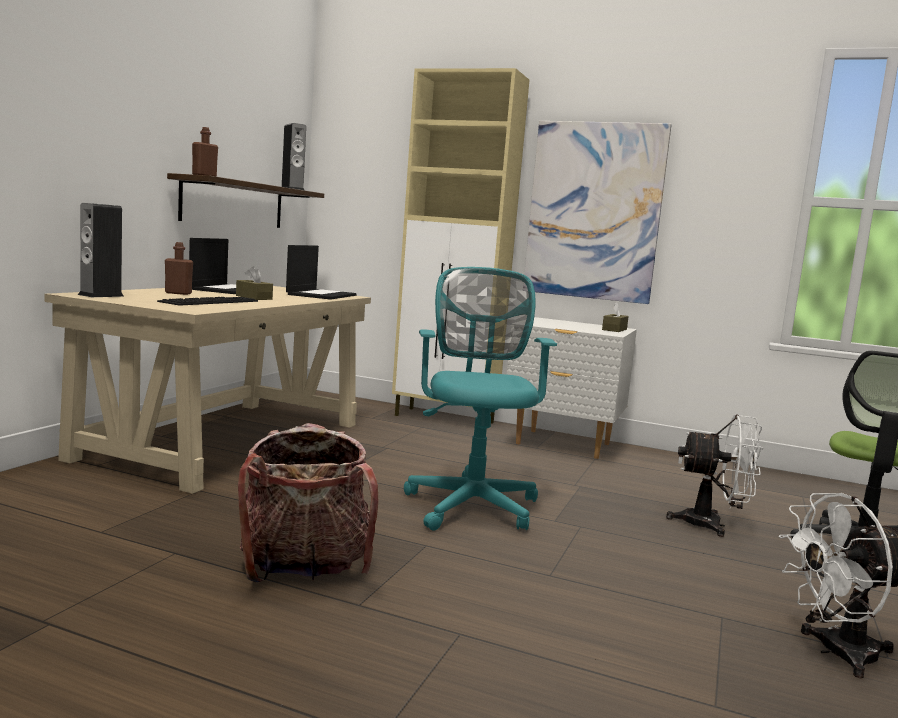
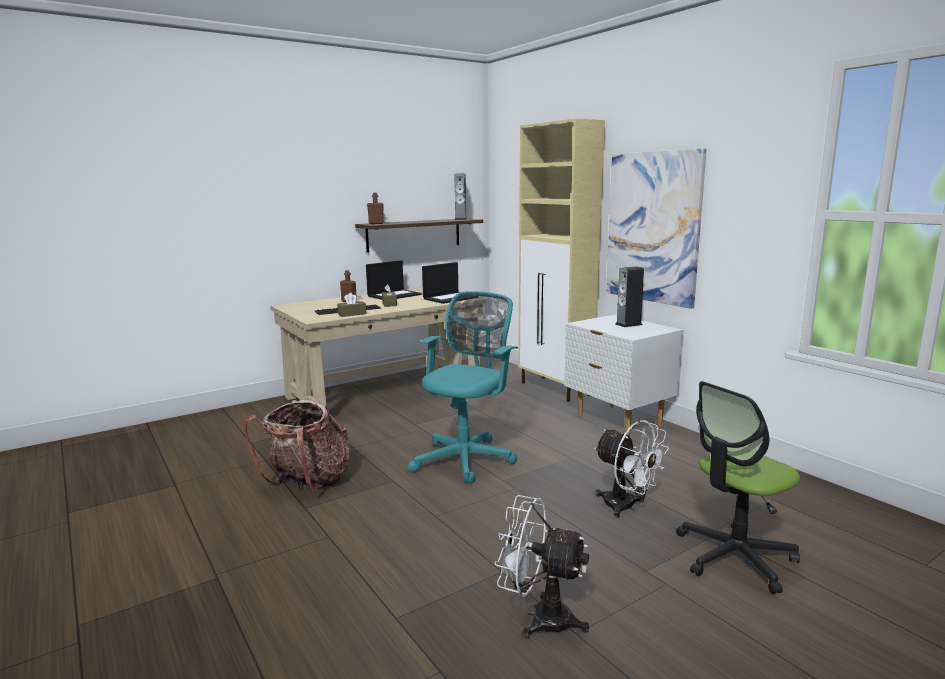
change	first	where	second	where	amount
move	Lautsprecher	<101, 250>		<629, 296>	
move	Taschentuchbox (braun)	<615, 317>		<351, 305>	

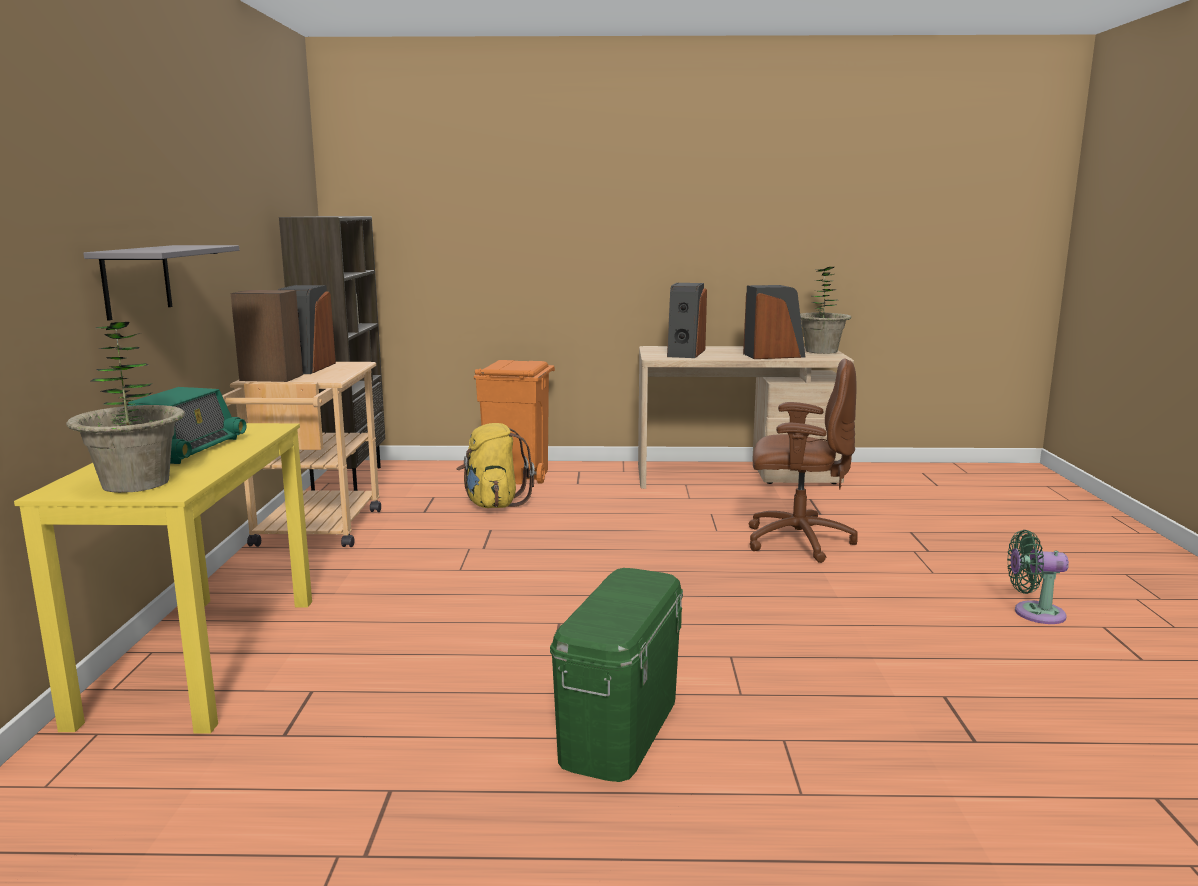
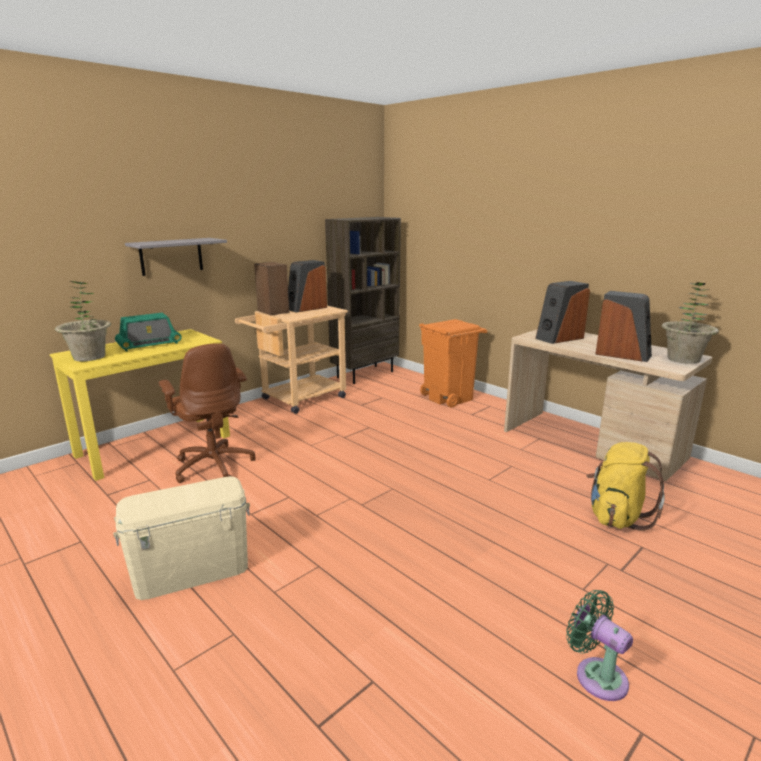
change	first	where	second	where	amount
move	Rucksack (gelb)	<496, 465>		<625, 486>	
recolor	Aufbewahrungsbox (grün)	<616, 675>	Aufbewahrungsbox (beige)	<181, 538>	
move	Bürostuhl (braun)	<803, 460>		<207, 413>	

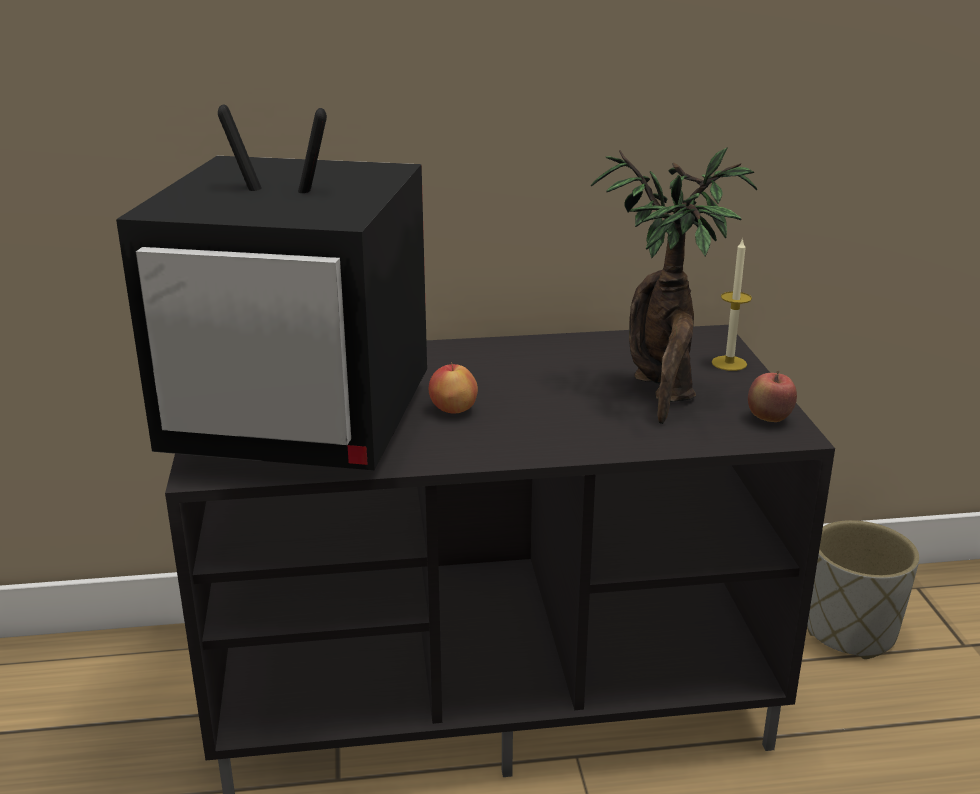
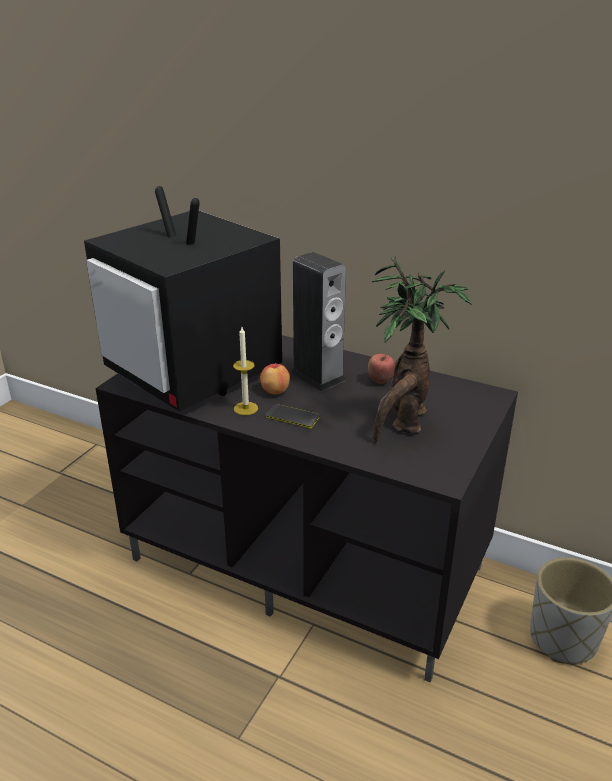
change	first	where	second	where	amount
move	Kerze	<732, 304>		<245, 371>	
move	Apfel	<772, 396>		<381, 369>	
insert			Handy	<293, 416>	
insert			Lautsprecher	<318, 321>	

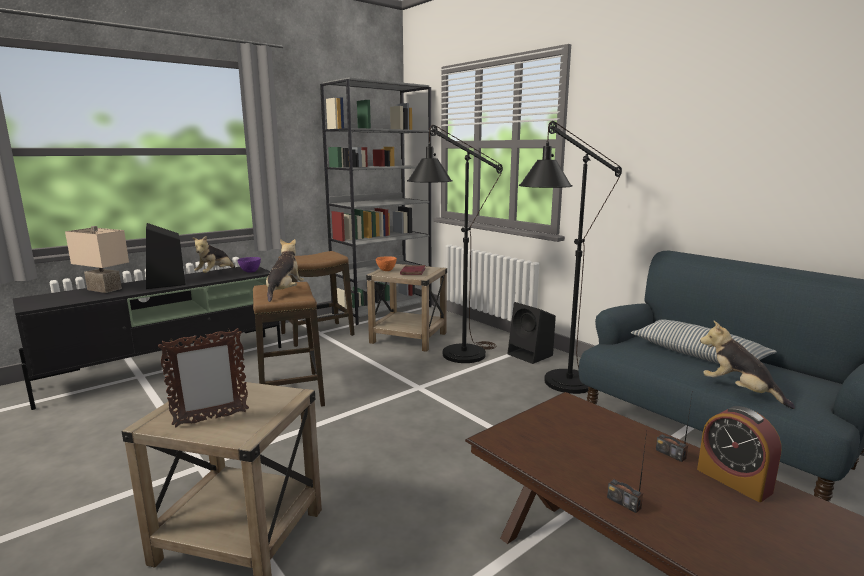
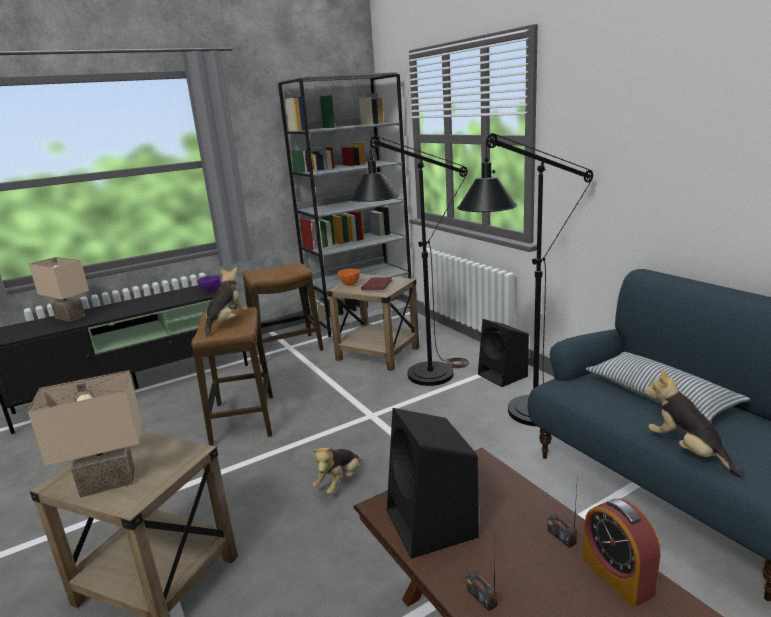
change	first	where	second	where	amount
move	Lautsprecher (schwarz)	<166, 256>		<433, 483>	
replace	Bilderrahmen	<203, 377>	Tischlampe (beige)	<85, 434>	
move	Plüschtier	<213, 254>		<336, 470>	

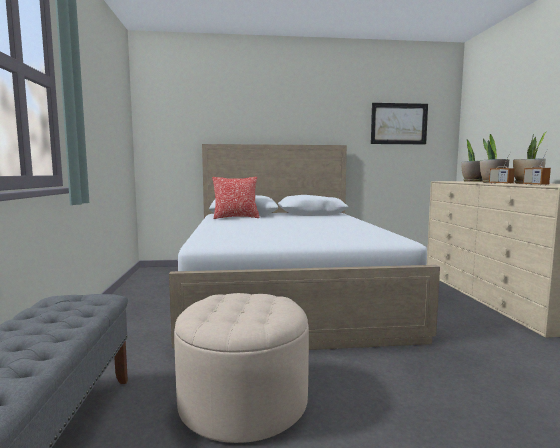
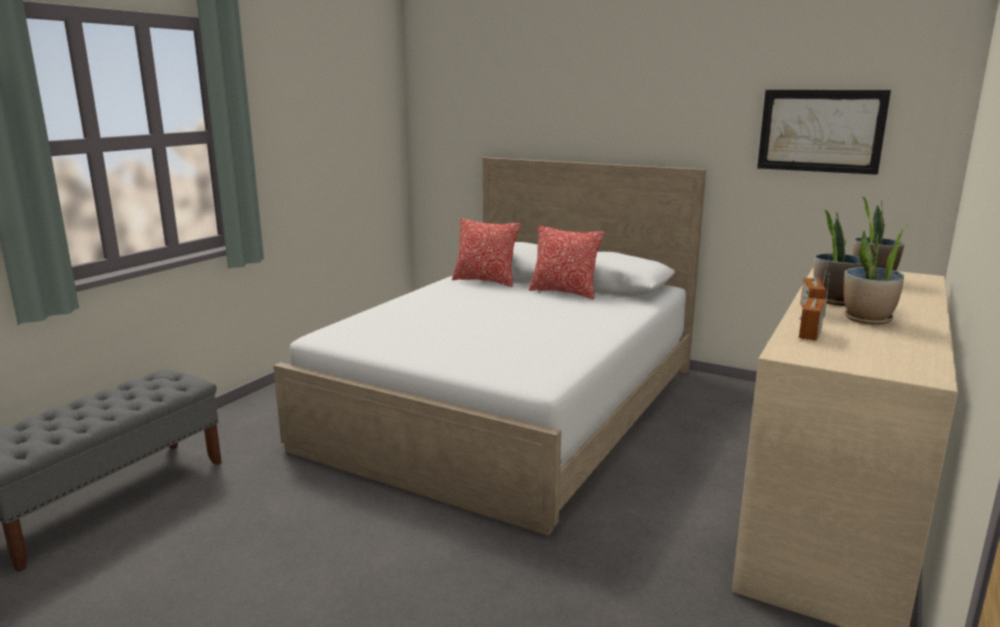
change	first	where	second	where	amount
delete	Polsterhocker (beige)	<241, 368>			
insert			Kissen	<566, 263>	

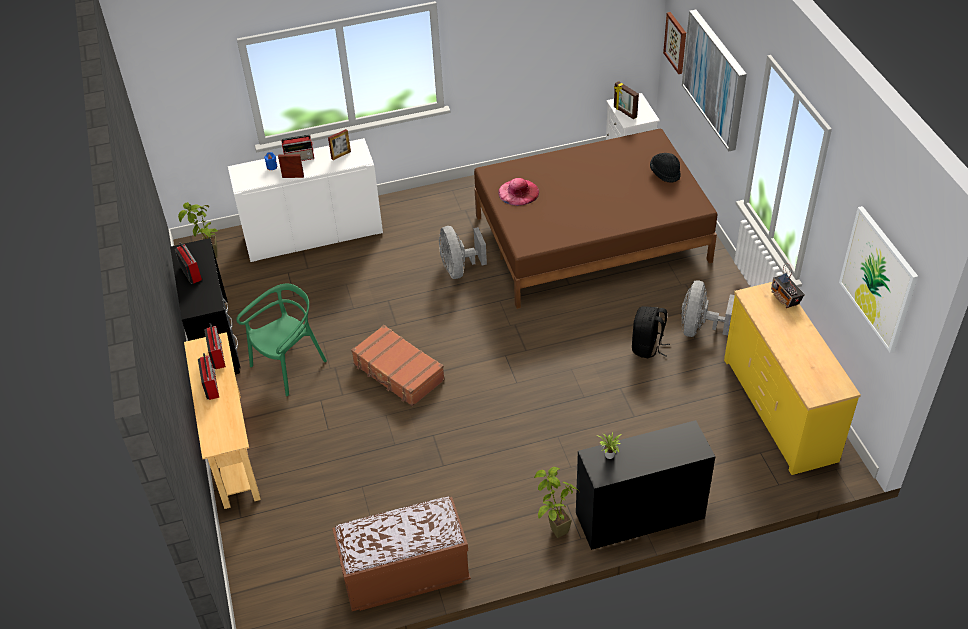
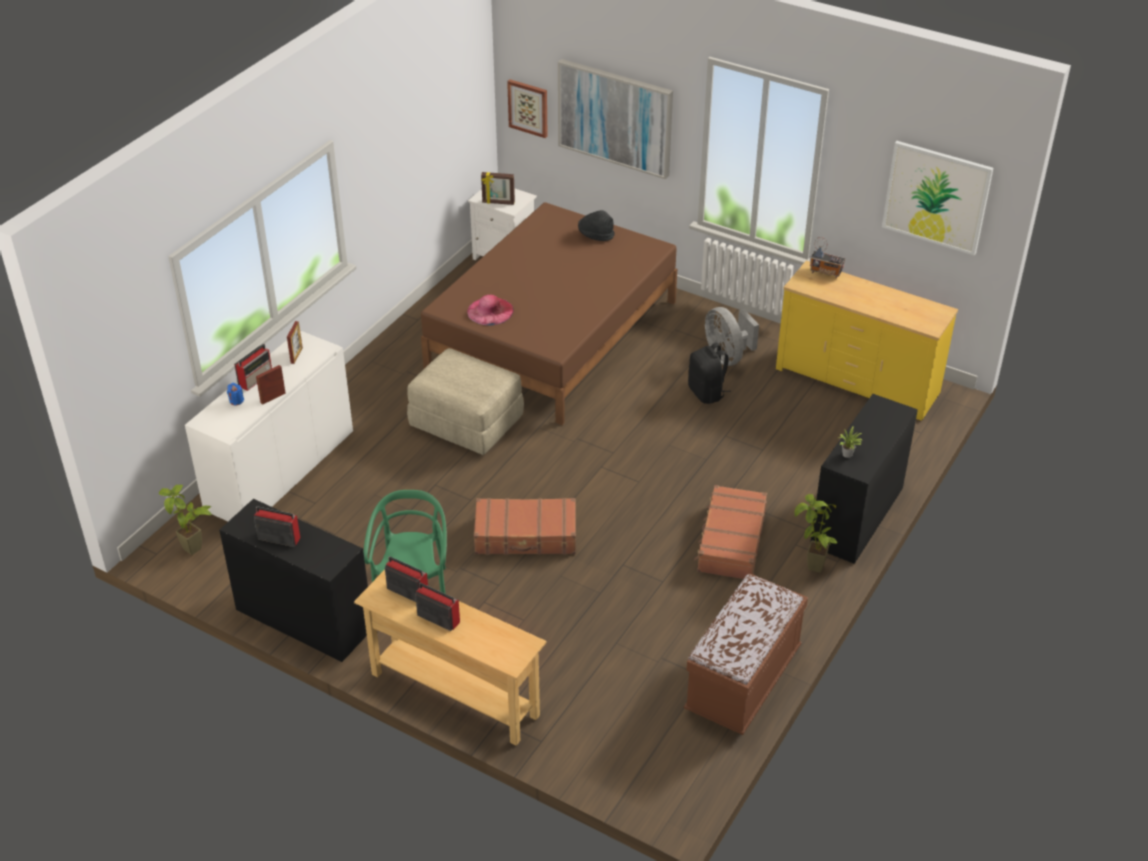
change	first	where	second	where	amount
replace	Ventilator (grau)	<463, 252>	Polsterhocker (beige)	<465, 401>	
insert			Koffer (braun)	<730, 532>	

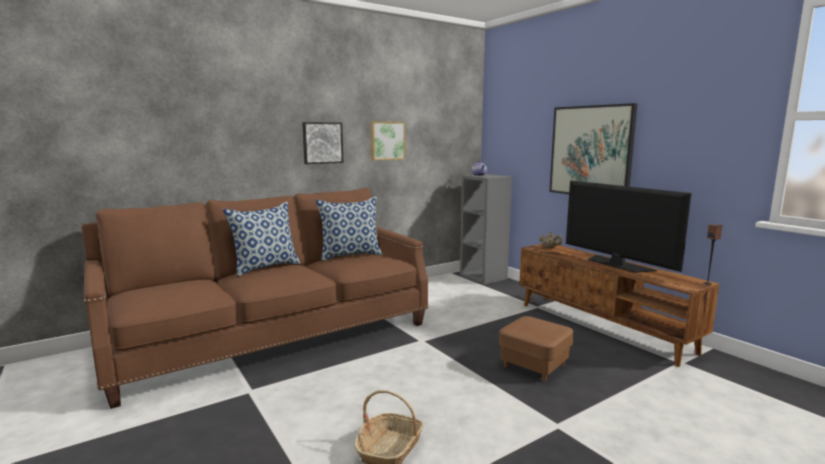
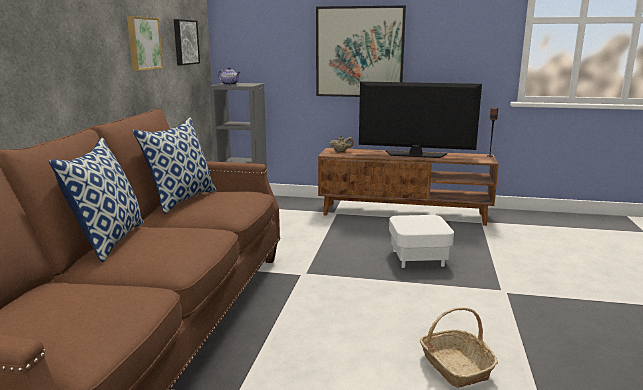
change	first	where	second	where	amount
move	Bild	<322, 143>		<187, 42>	
recolor	Polsterhocker (braun)	<536, 349>	Polsterhocker (weiß)	<421, 241>	

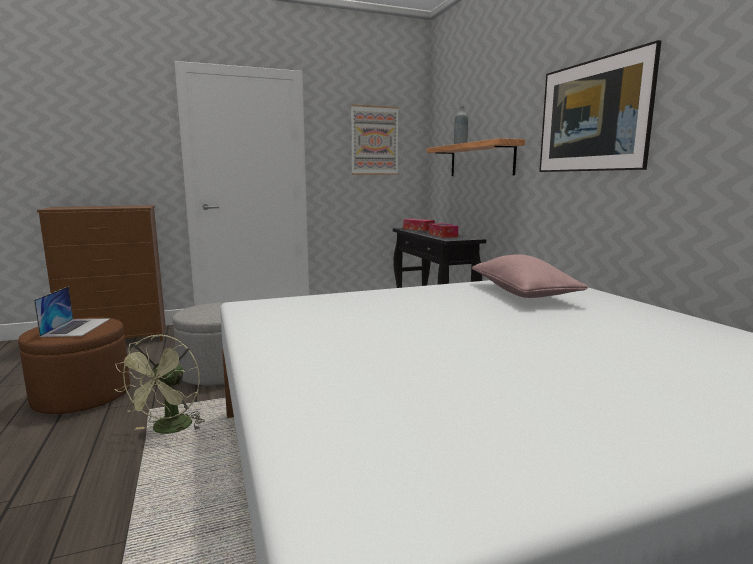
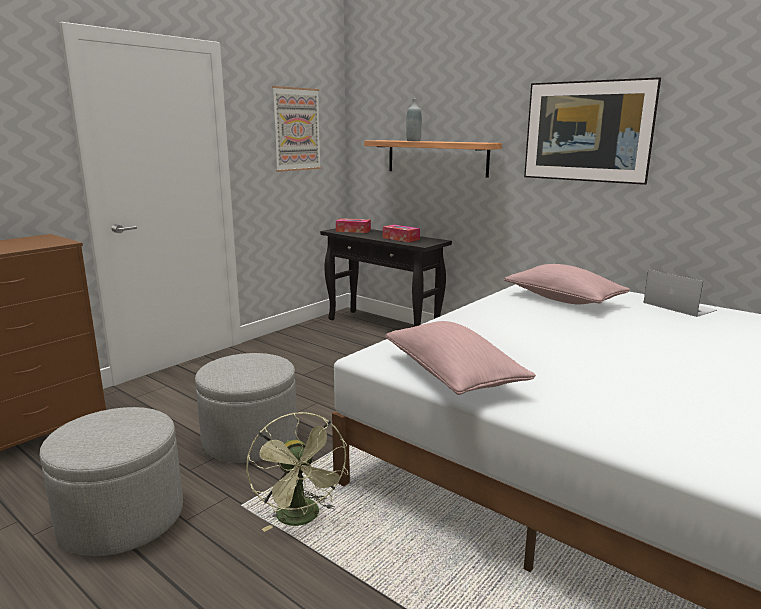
change	first	where	second	where	amount
recolor	Polsterhocker (braun)	<74, 365>	Polsterhocker (grau)	<111, 481>	
move	Laptop	<72, 311>		<680, 293>	
insert			Kissen (rosa)	<460, 358>	

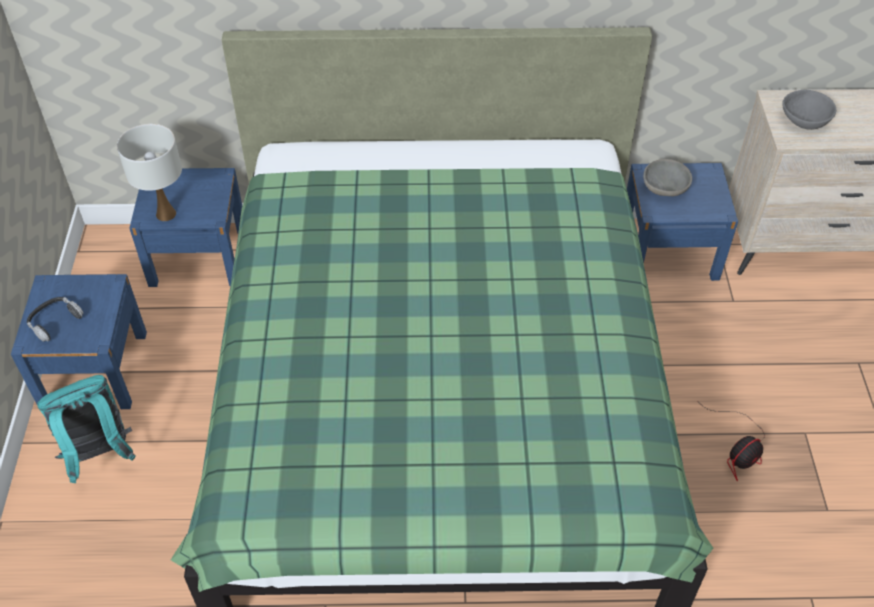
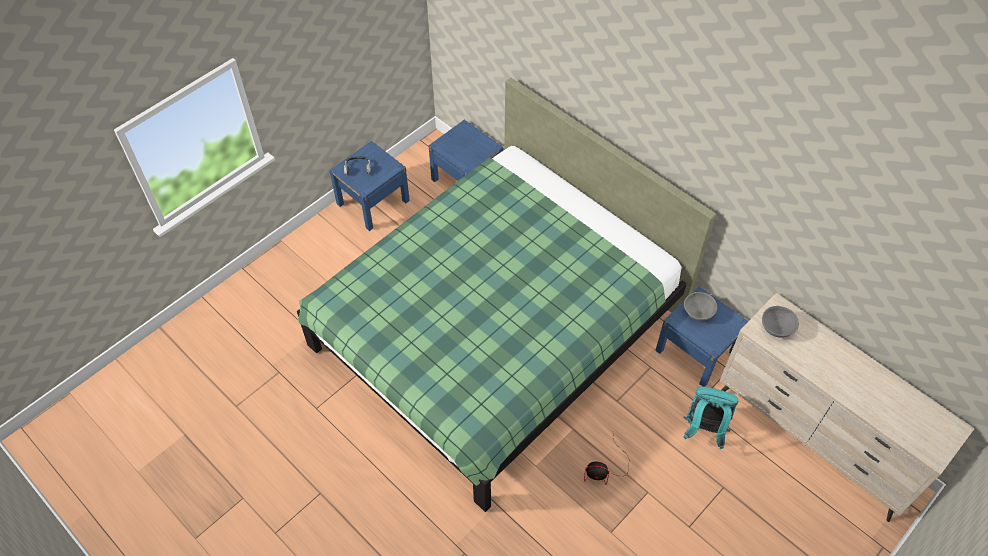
change	first	where	second	where	amount
move	Rucksack (türkis)	<86, 429>		<710, 418>	
delete	Tischlampe (weiß)	<149, 172>			

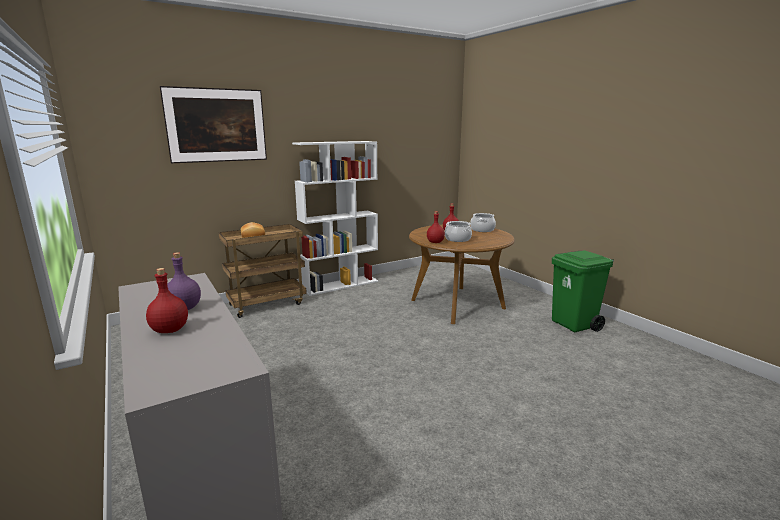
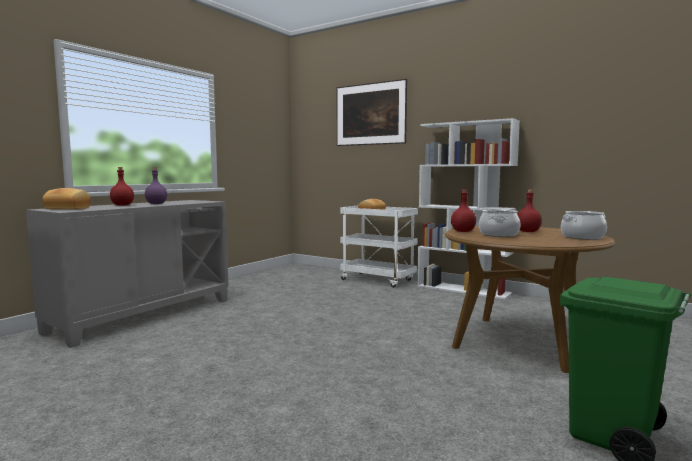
change	first	where	second	where	amount
recolor	Rollwagen (braun)	<262, 271>	Rollwagen (weiß)	<379, 246>	
insert			Brot	<66, 198>	

